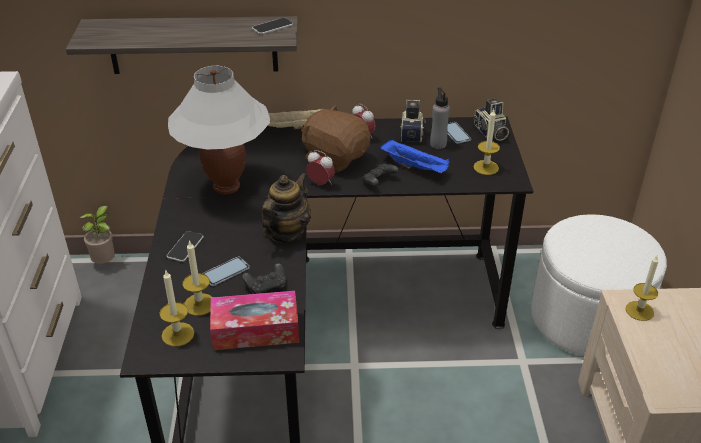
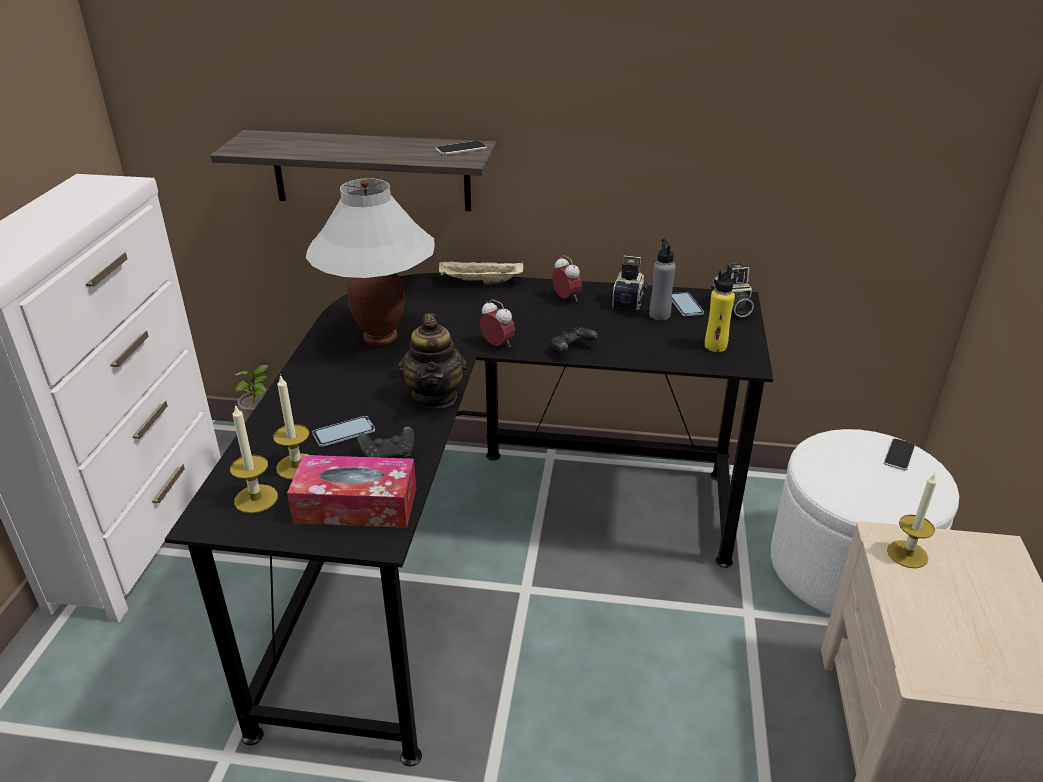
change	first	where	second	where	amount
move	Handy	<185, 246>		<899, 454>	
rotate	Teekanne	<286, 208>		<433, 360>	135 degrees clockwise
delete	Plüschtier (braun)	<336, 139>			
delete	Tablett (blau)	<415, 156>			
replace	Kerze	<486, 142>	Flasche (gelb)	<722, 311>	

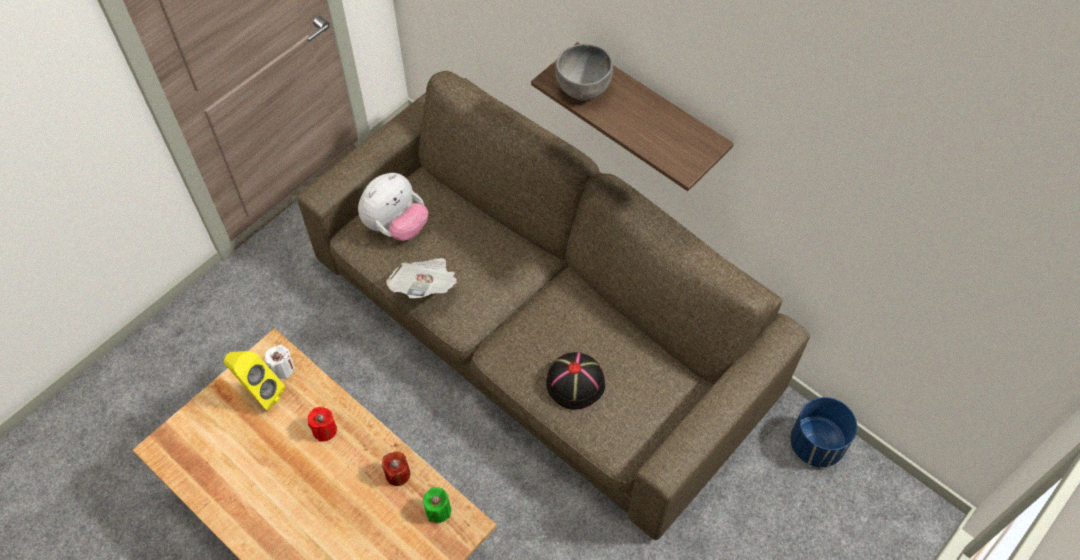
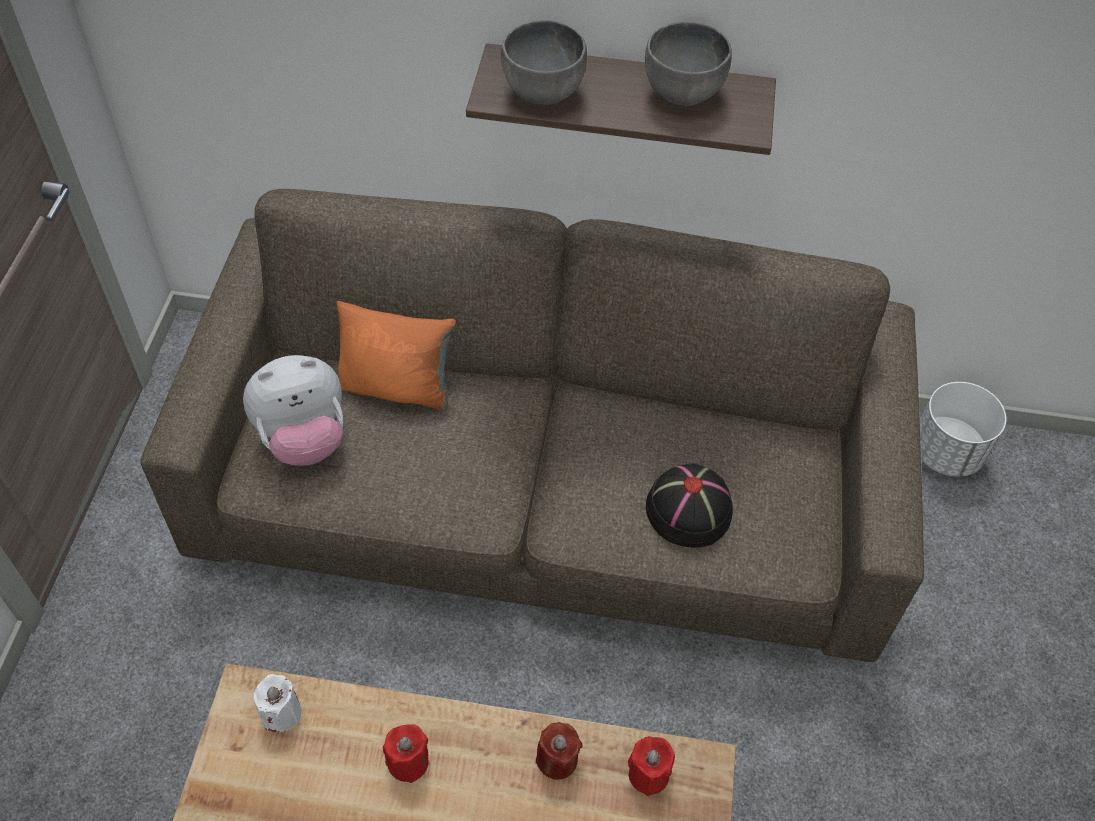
change	first	where	second	where	amount
delete	Lautsprecher (gelb)	<254, 381>			
rotate	Plüschtier	<393, 207>		<293, 410>	60 degrees clockwise
delete	Zeitung	<422, 278>			
recolor	Kerze (grün)	<437, 505>	Kerze (rot)	<651, 766>	
recolor	Pflanzkübel (blau)	<823, 432>	Pflanzkübel (weiß)	<963, 429>	
insert			Kissen (orange)	<396, 356>	
insert			Schüssel (grau)	<688, 64>	

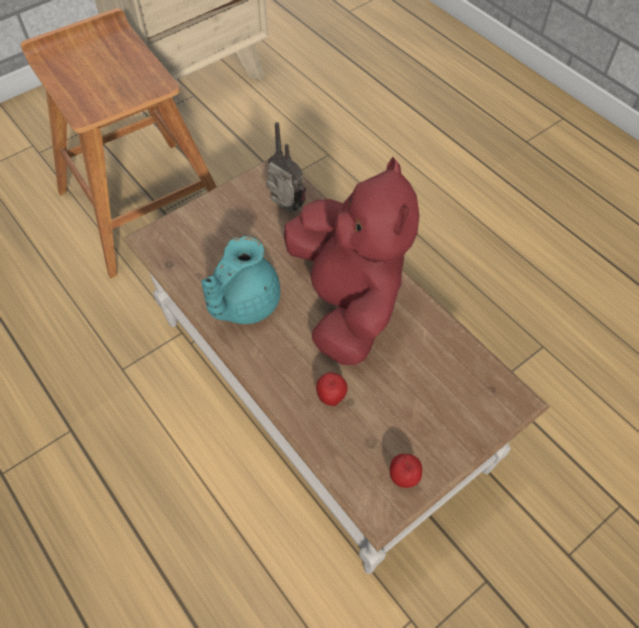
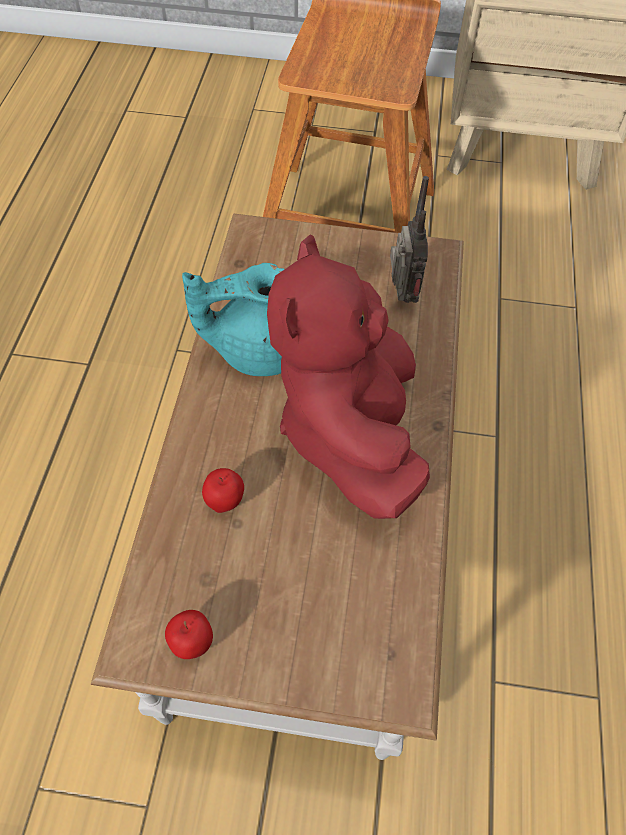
change	first	where	second	where	amount
rotate	Plüschtier (rot)	<351, 261>		<348, 376>	150 degrees clockwise

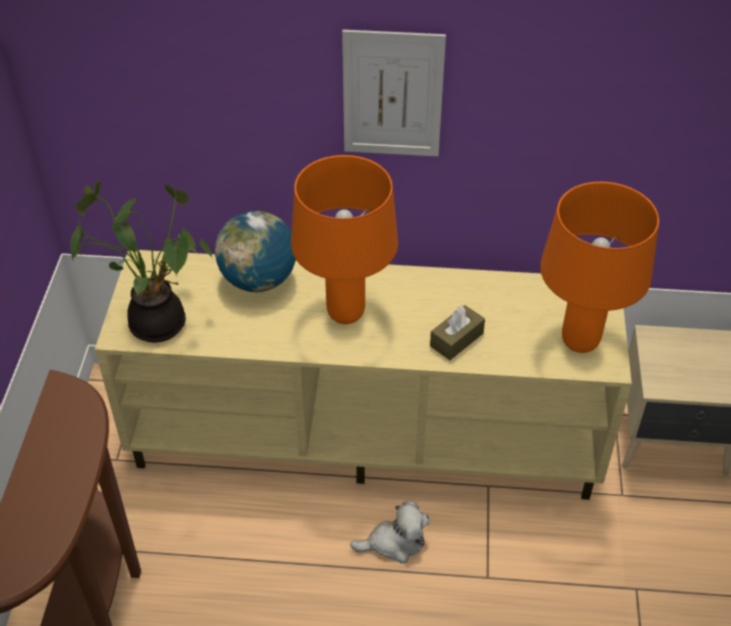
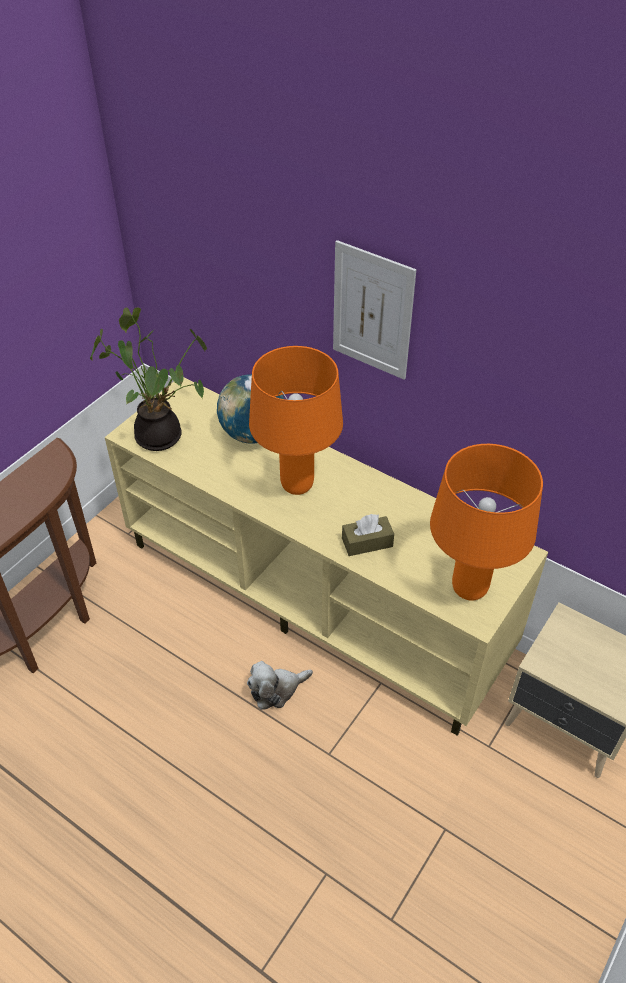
change	first	where	second	where	amount
rotate	Plüschtier	<390, 532>		<280, 685>	135 degrees clockwise

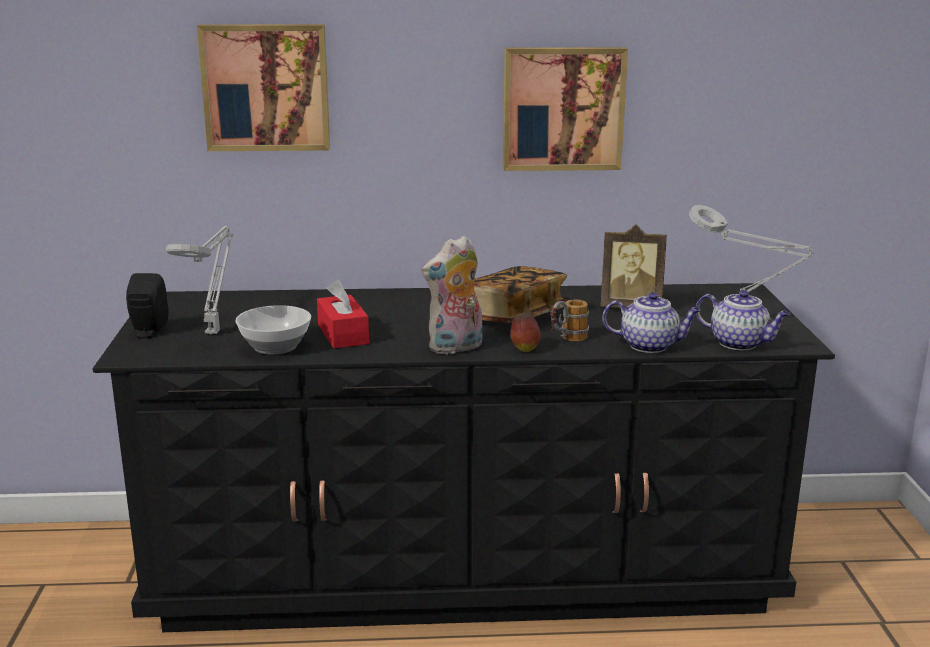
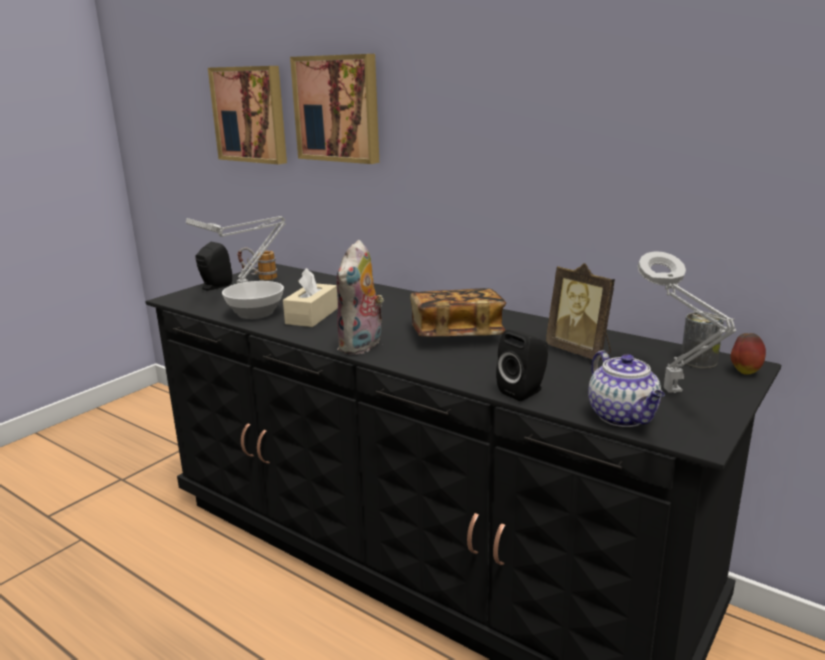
change	first	where	second	where	amount
recolor	Taschentuchbox (rot)	<343, 314>	Taschentuchbox (beige)	<310, 297>	
rotate	Plüschtier	<452, 295>		<360, 297>	75 degrees counterclockwise
move	Bild	<565, 109>		<247, 115>	
move	Apfel	<526, 332>		<748, 354>	
move	Henkelbecher	<570, 320>		<257, 263>	
replace	Teekanne	<651, 322>	Lautsprecher (schwarz)	<522, 365>	
insert			Dose	<702, 340>	

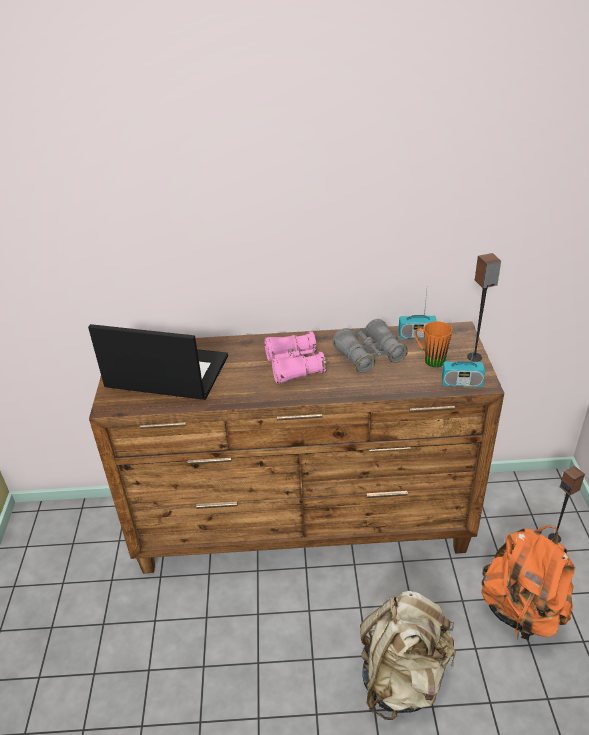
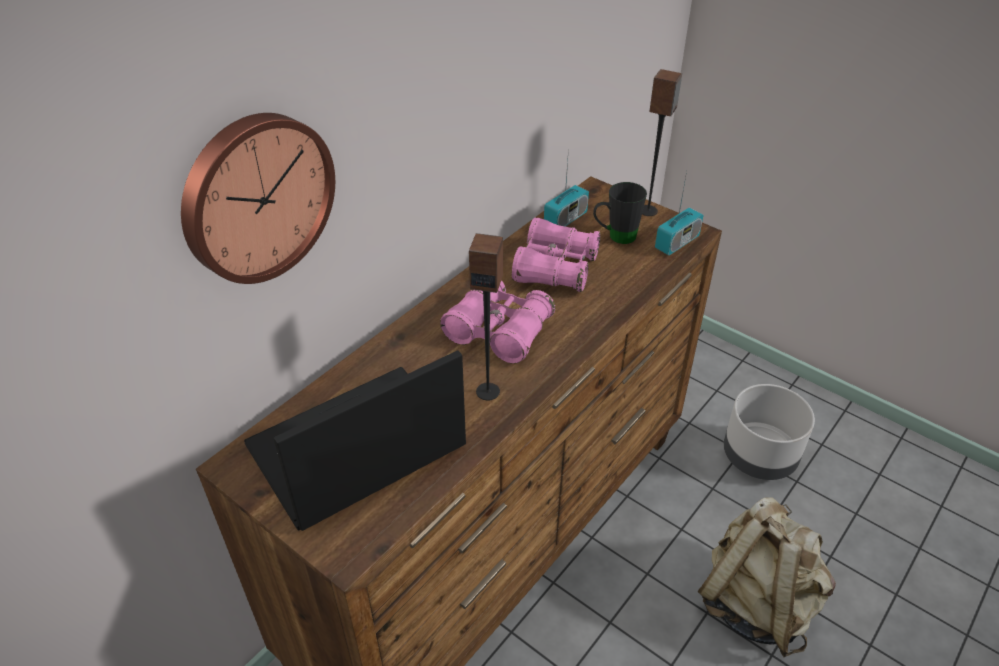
change	first	where	second	where	amount
recolor	Fernglas (grau)	<370, 346>	Fernglas (rosa)	<556, 255>	
recolor	Henkelbecher (orange)	<433, 344>	Henkelbecher (schwarz)	<620, 213>	
replace	Rucksack (orange)	<528, 582>	Pflanzkübel (grau)	<769, 432>	
move	Lautsprecher	<566, 504>		<486, 317>	
insert			Wanduhr	<258, 198>	

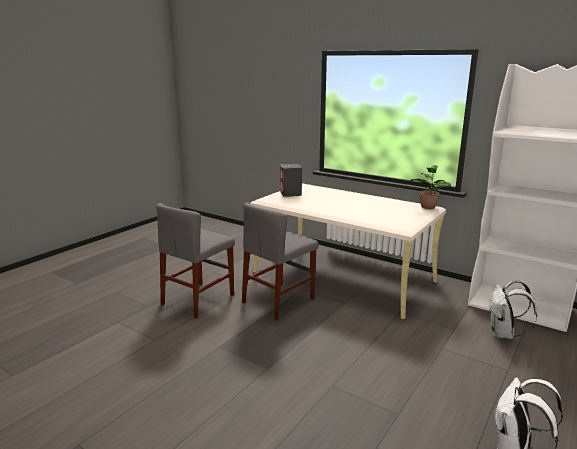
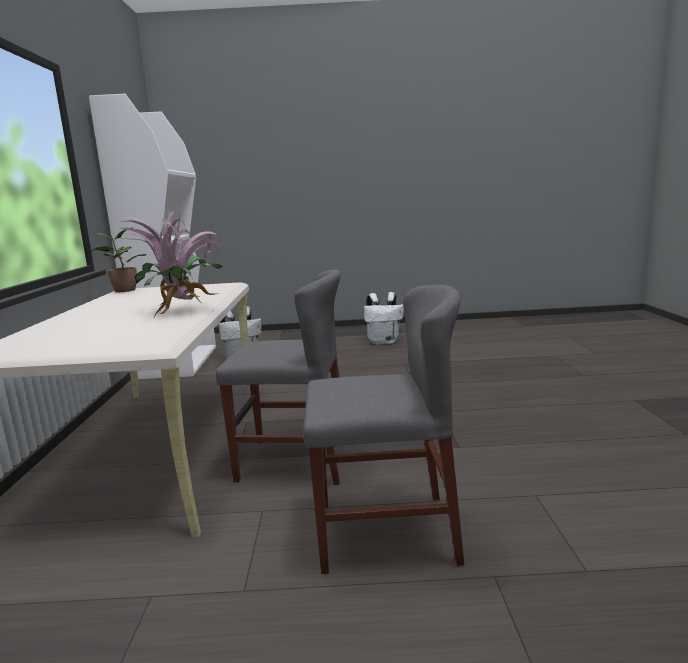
change	first	where	second	where	amount
delete	Lautsprecher (grau)	<291, 180>			
insert			Topfpflanze	<171, 264>	

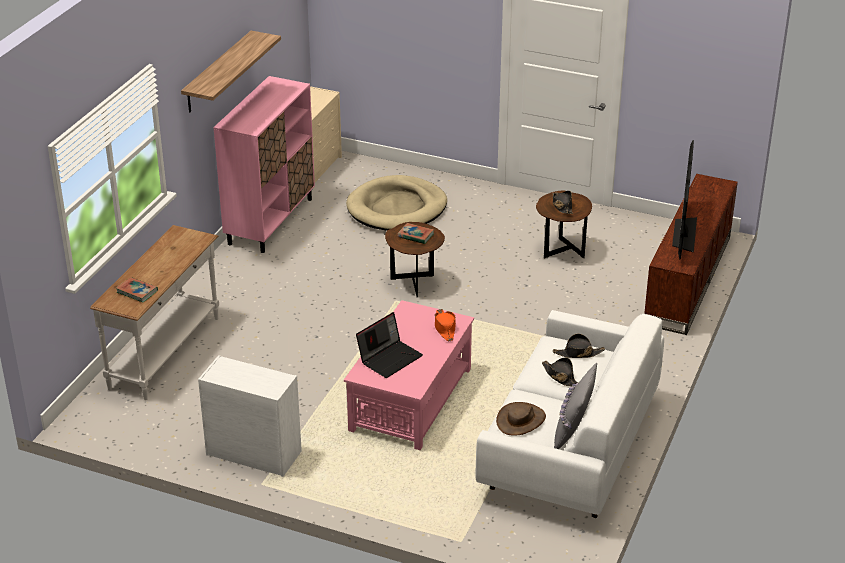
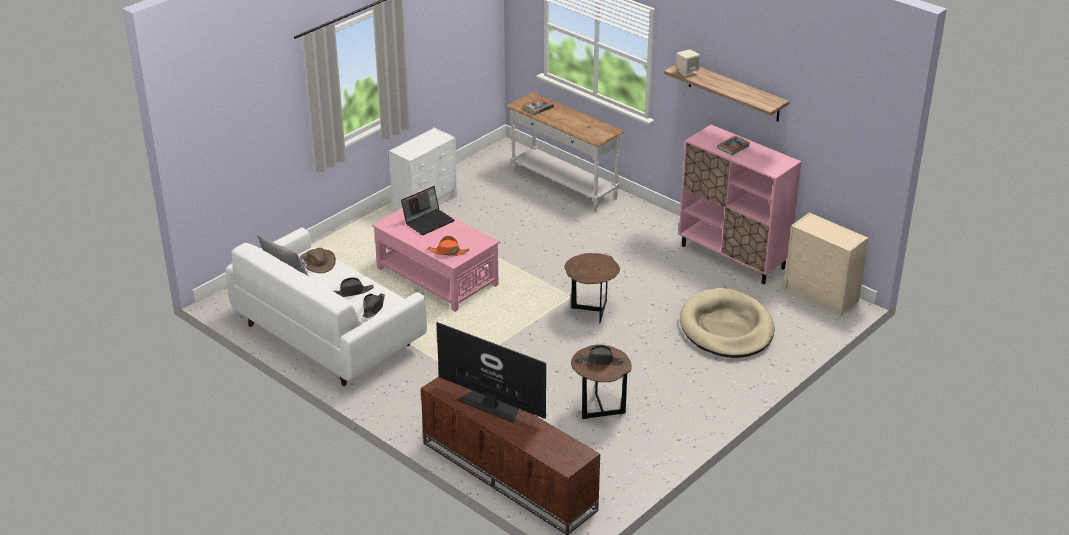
change	first	where	second	where	amount
rotate	Laptop	<389, 345>		<428, 210>	105 degrees counterclockwise
move	Buch	<415, 233>		<733, 145>	
insert			Lautsprecher (beige)	<688, 63>	

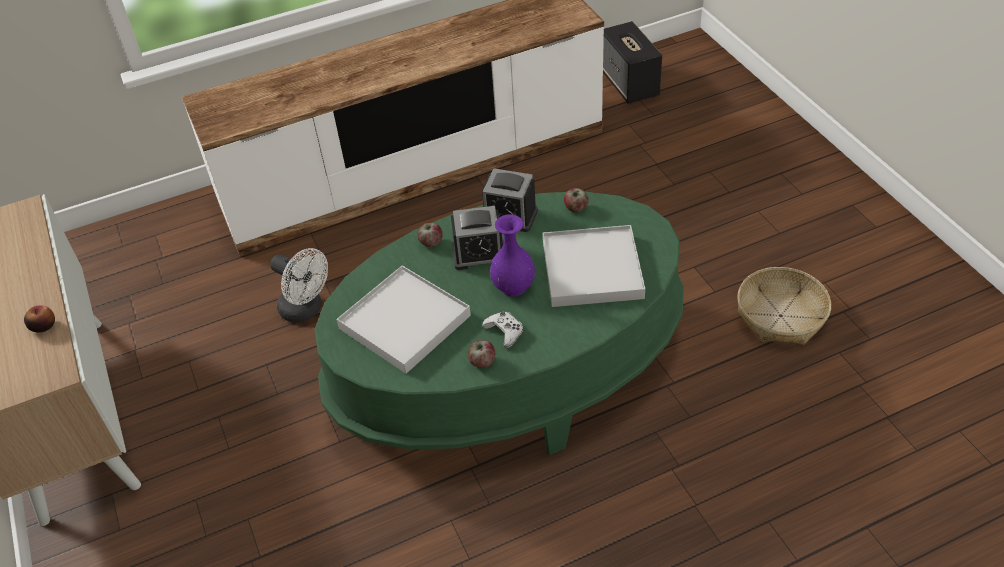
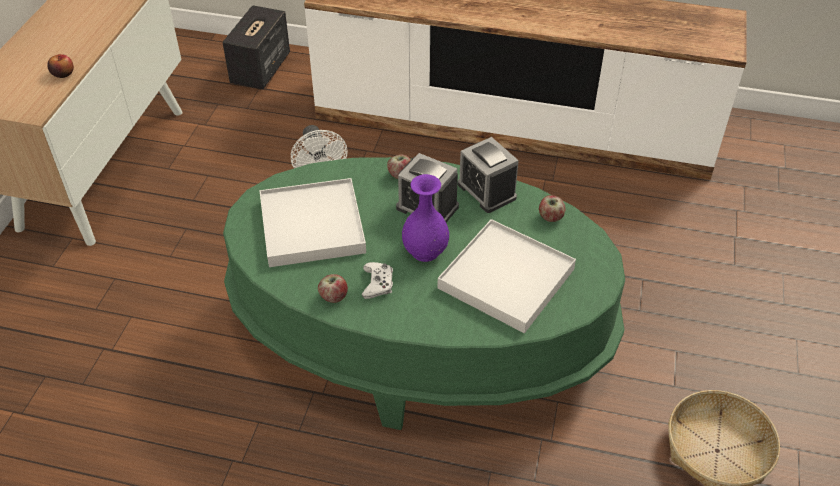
change	first	where	second	where	amount
move	Lautsprecher	<632, 62>		<256, 47>	

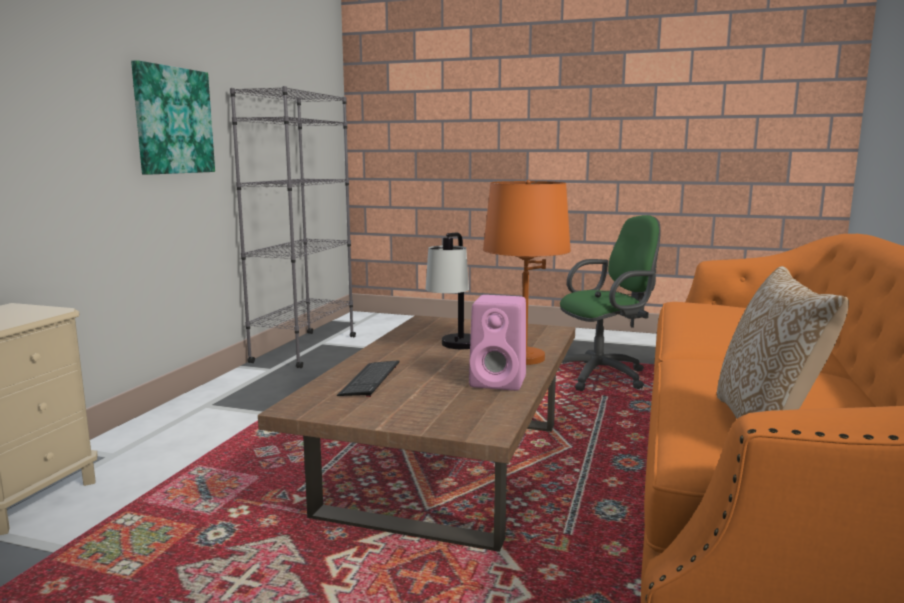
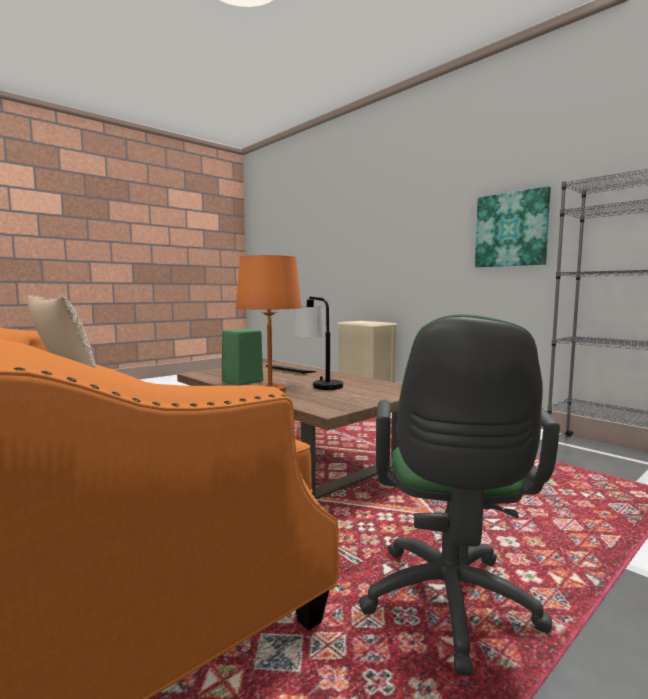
change	first	where	second	where	amount
recolor	Lautsprecher (rosa)	<497, 343>	Lautsprecher (grün)	<242, 357>	

